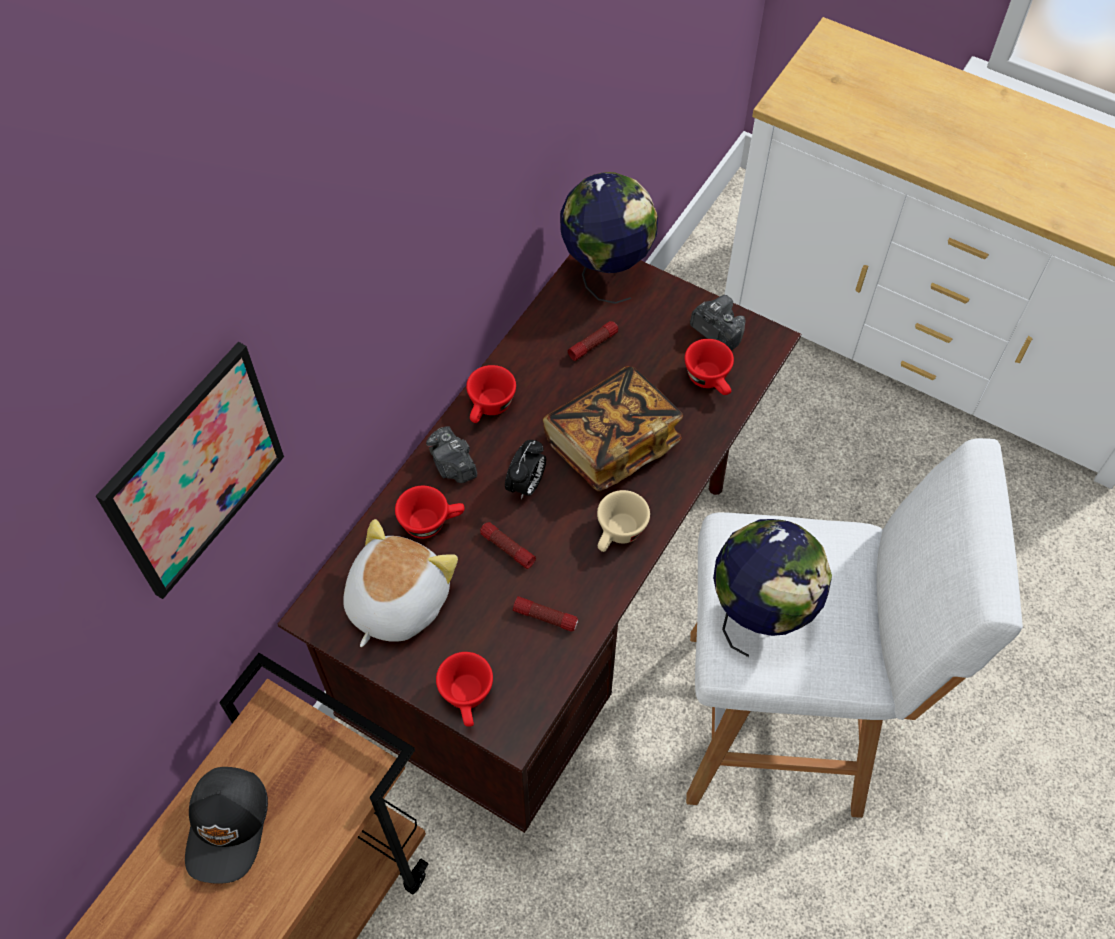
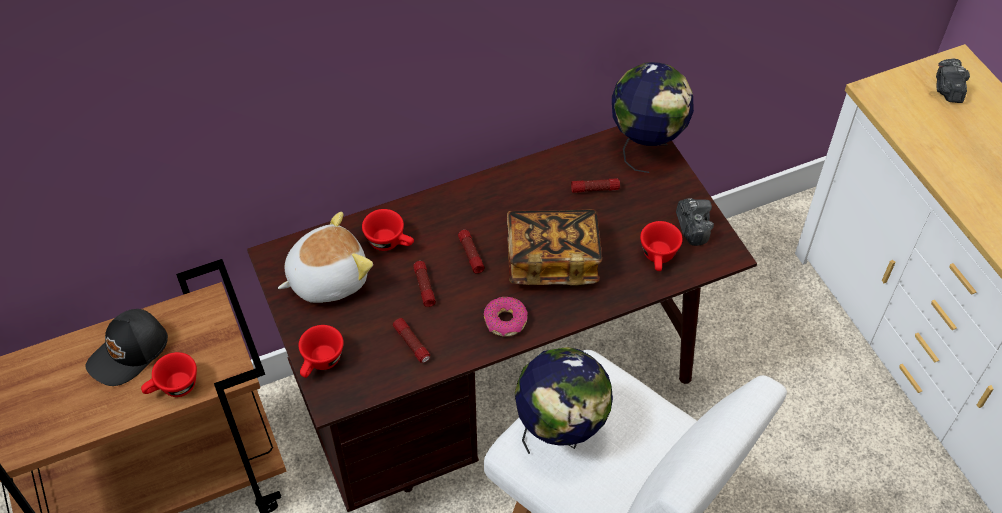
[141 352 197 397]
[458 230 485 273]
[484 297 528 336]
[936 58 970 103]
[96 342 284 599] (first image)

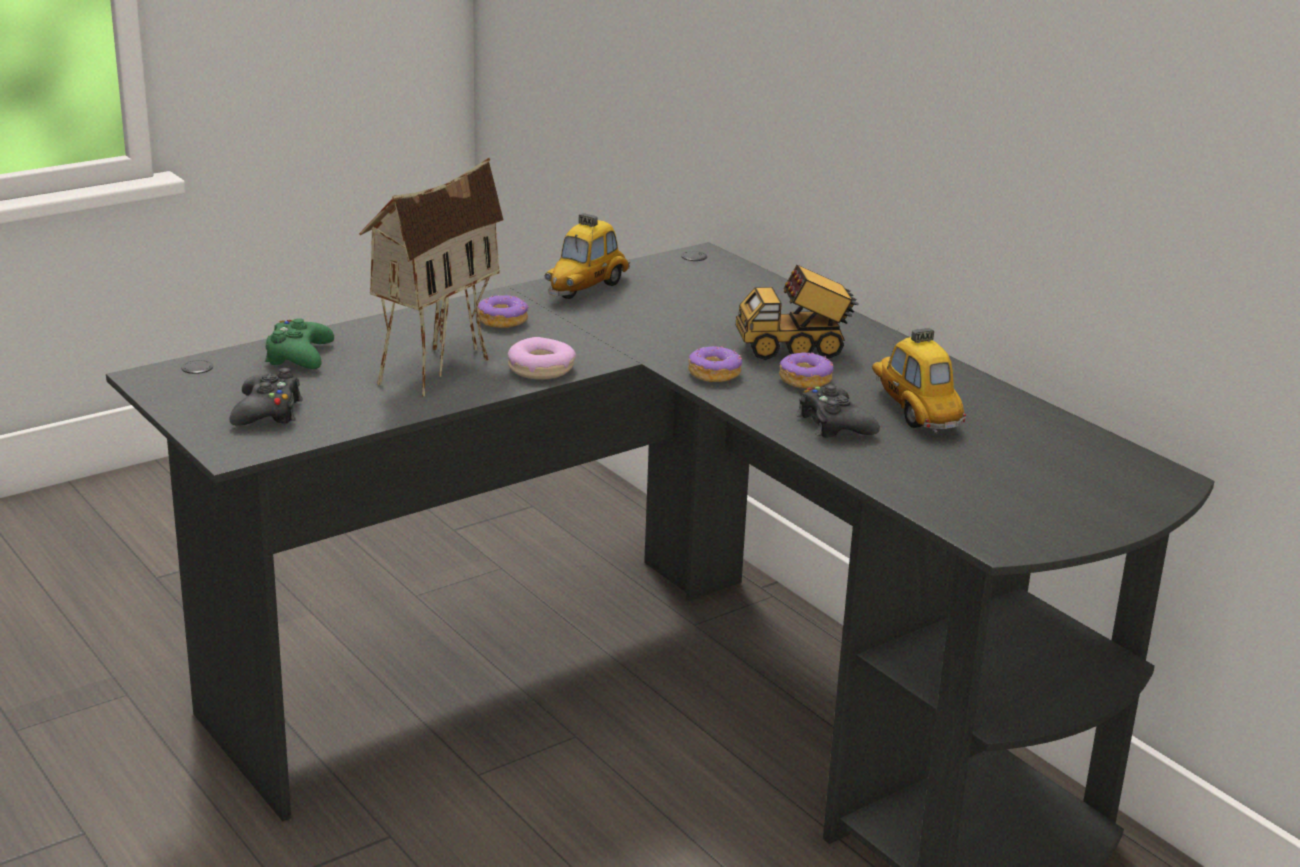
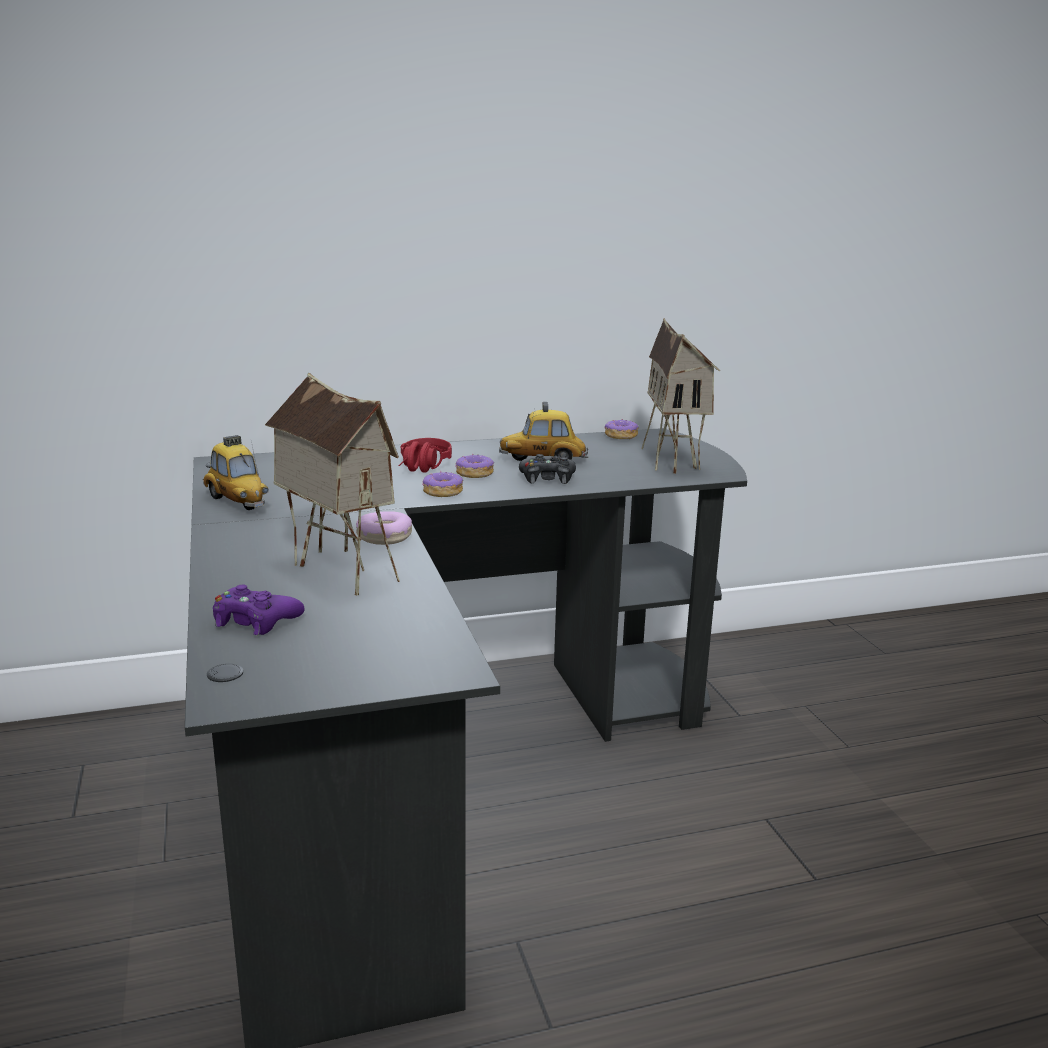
[213 585 304 635]
[398 438 452 473]
[604 419 639 439]
[642 318 720 474]
[229 368 303 426] (first image)

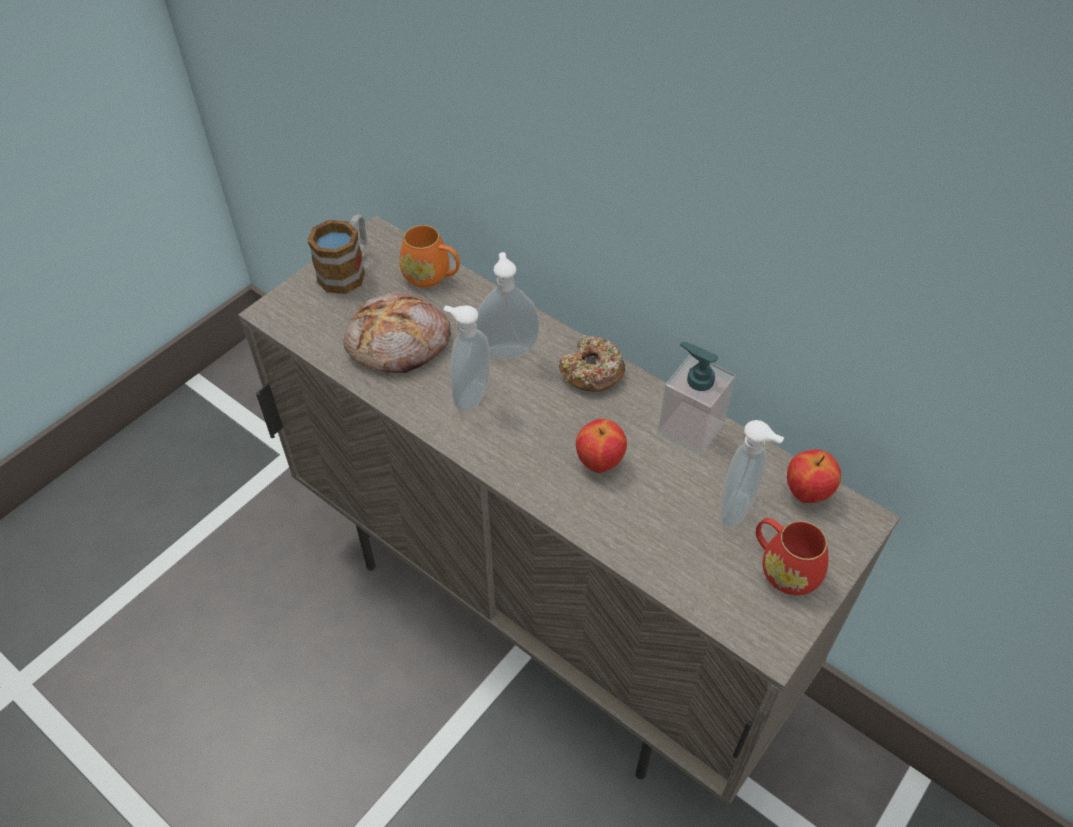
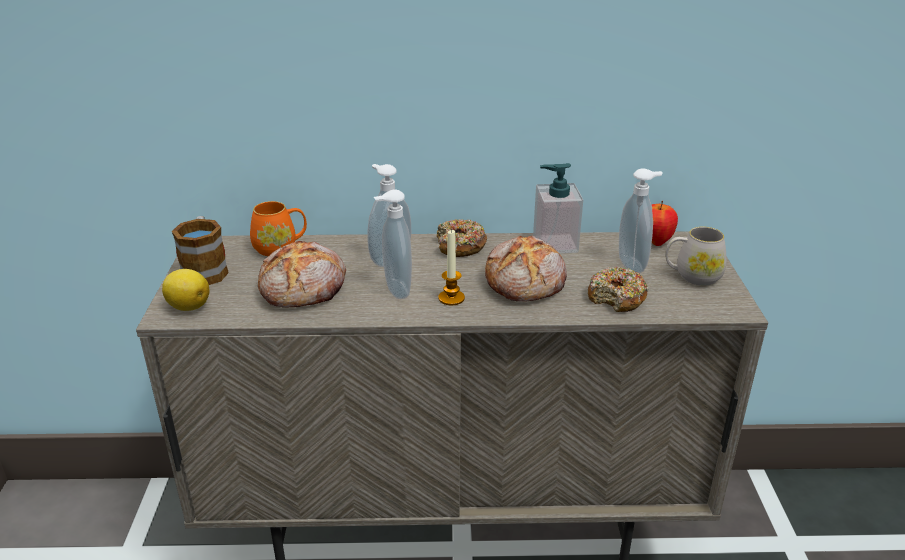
[162 269 210 311]
[438 229 465 305]
[485 236 567 301]
[588 266 649 312]
[665 227 727 286]

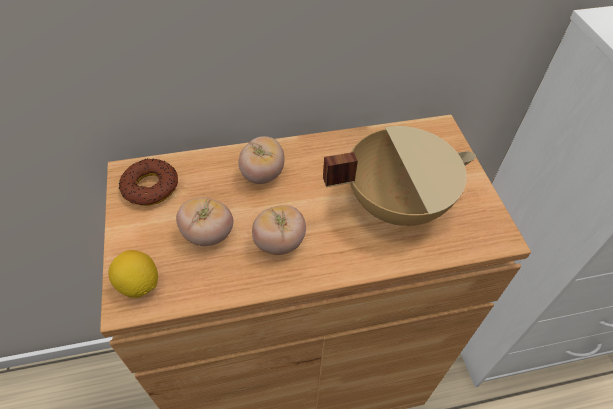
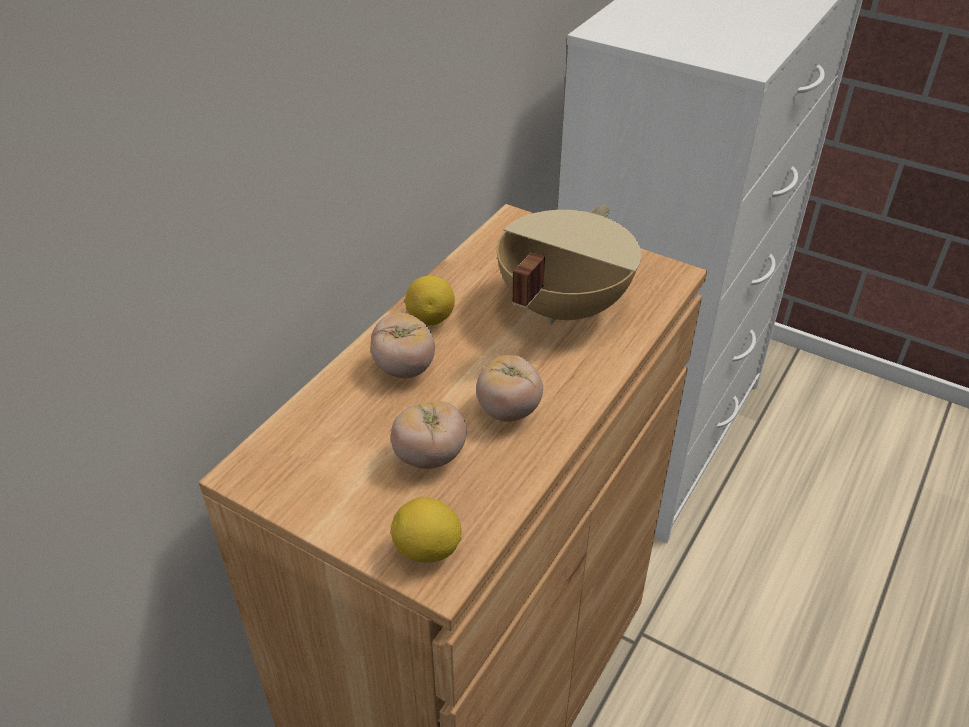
[405 276 455 326]
[119 158 178 206] (first image)

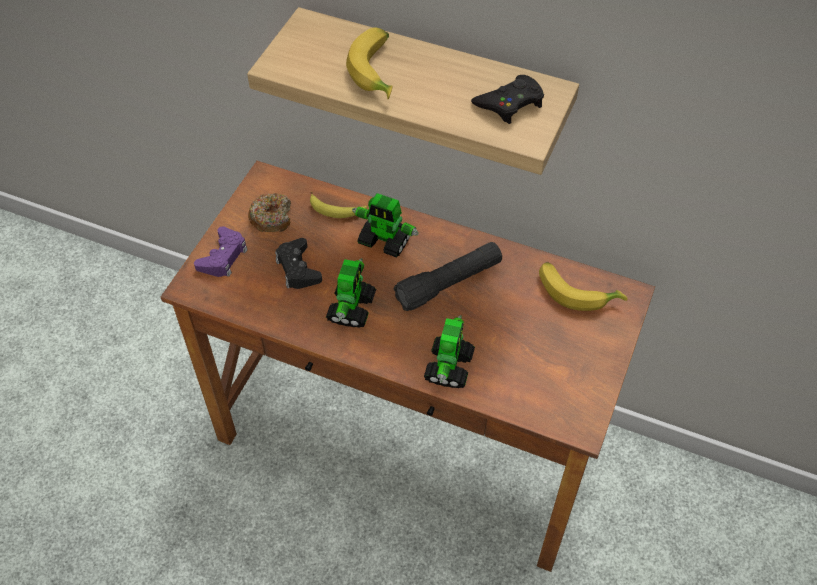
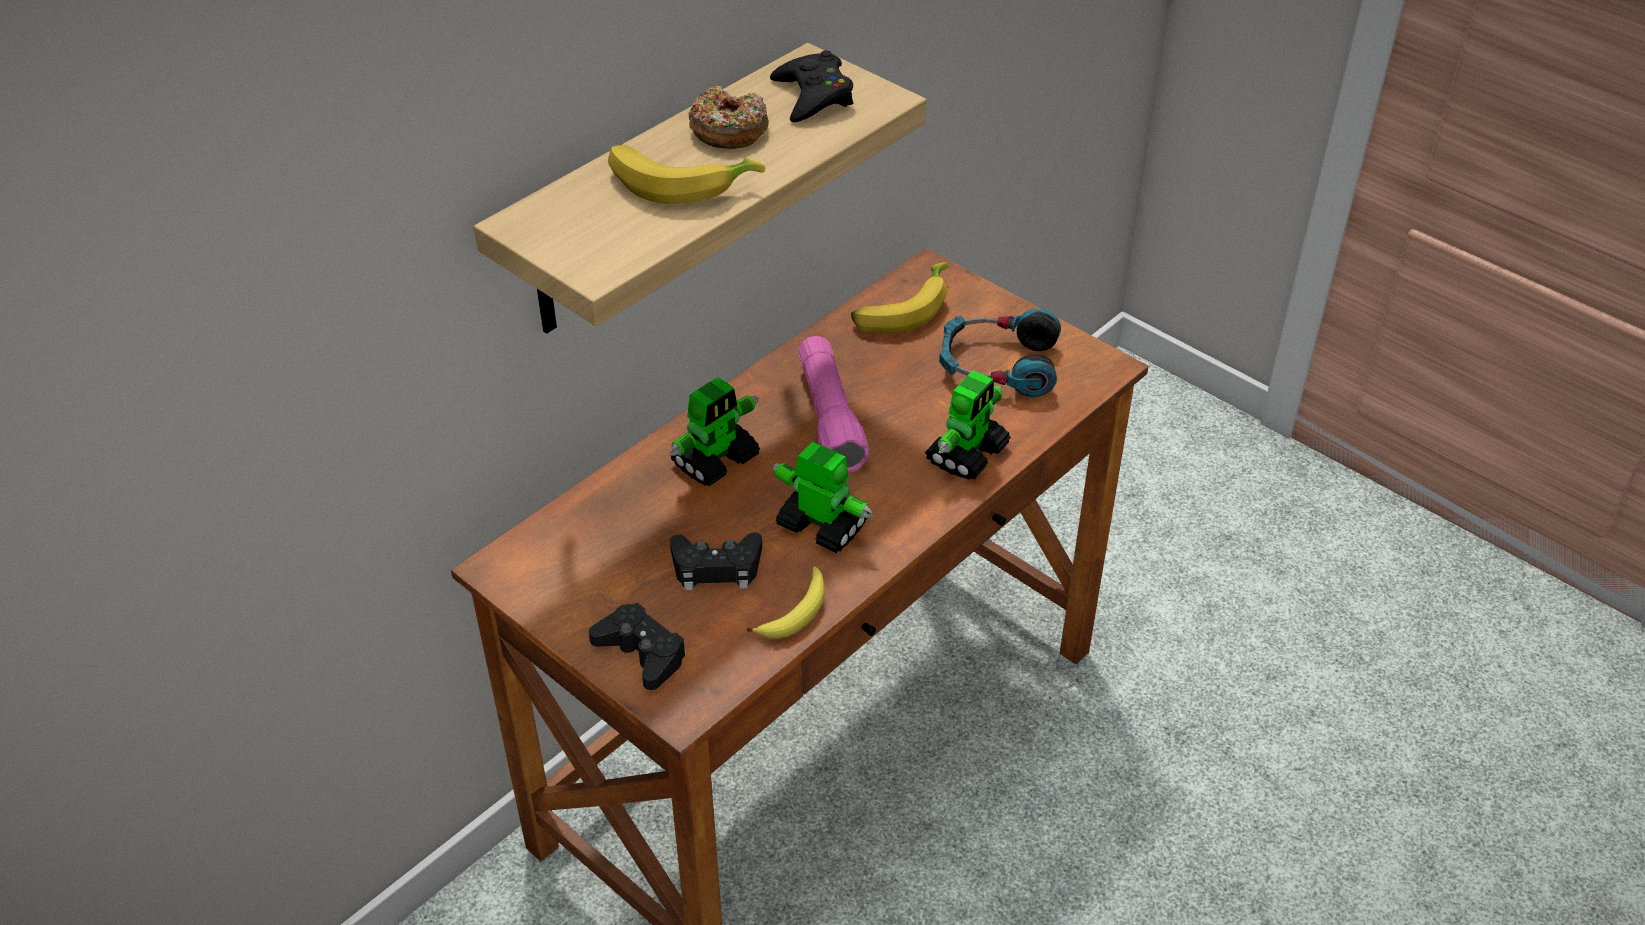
[589 603 686 690]
[688 86 769 149]
[747 567 825 638]
[798 336 869 472]
[925 370 1011 480]
[939 309 1061 397]

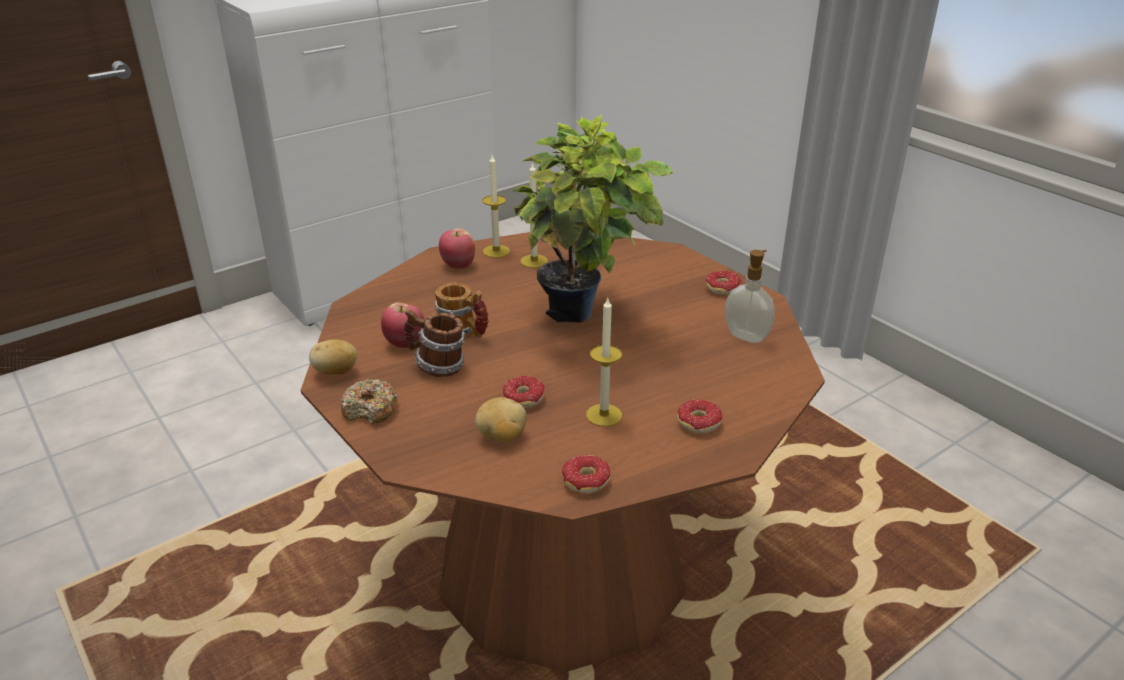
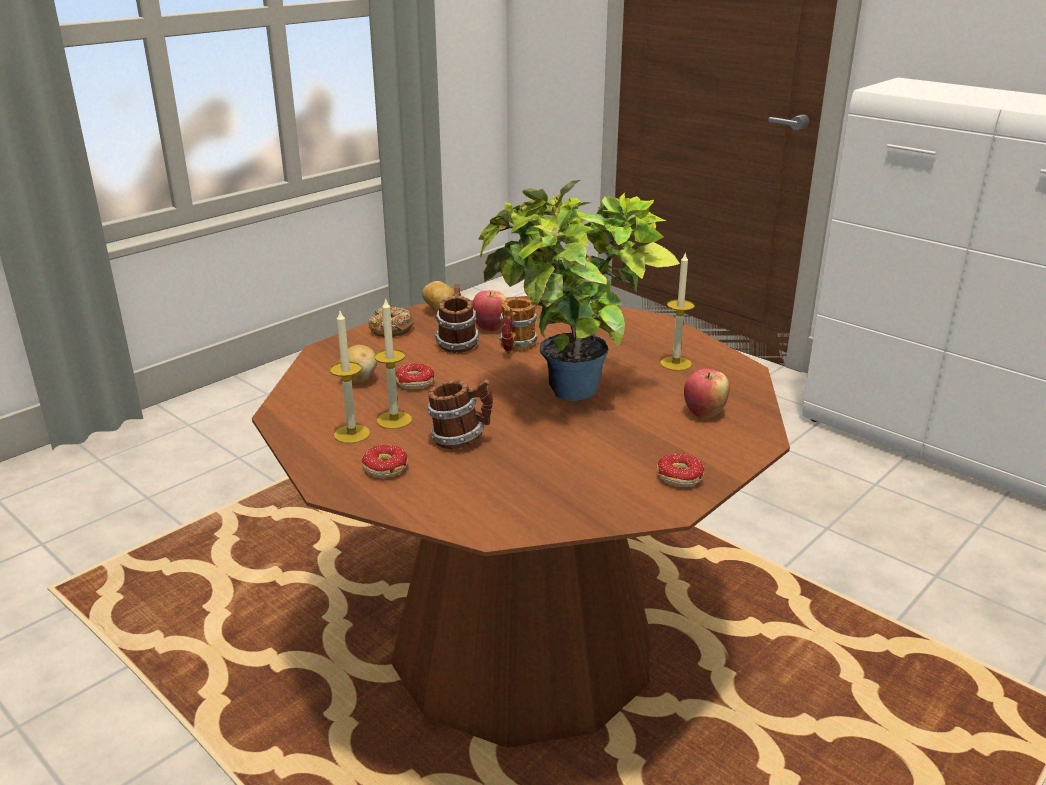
[330 311 370 444]
[428 379 493 449]
[684 369 730 419]
[562 455 626 494] (first image)
[725 250 775 343] (first image)

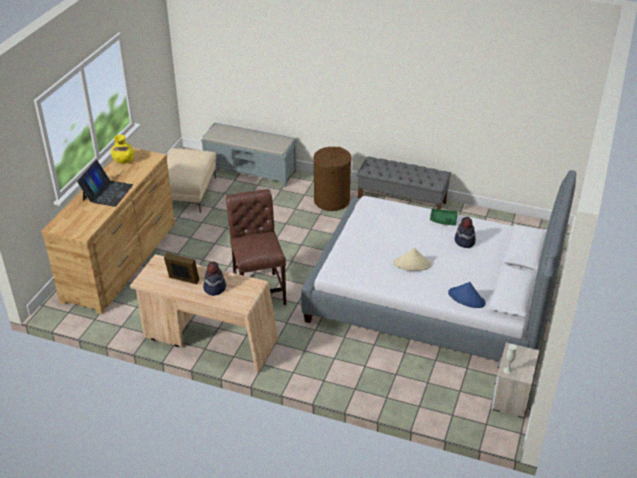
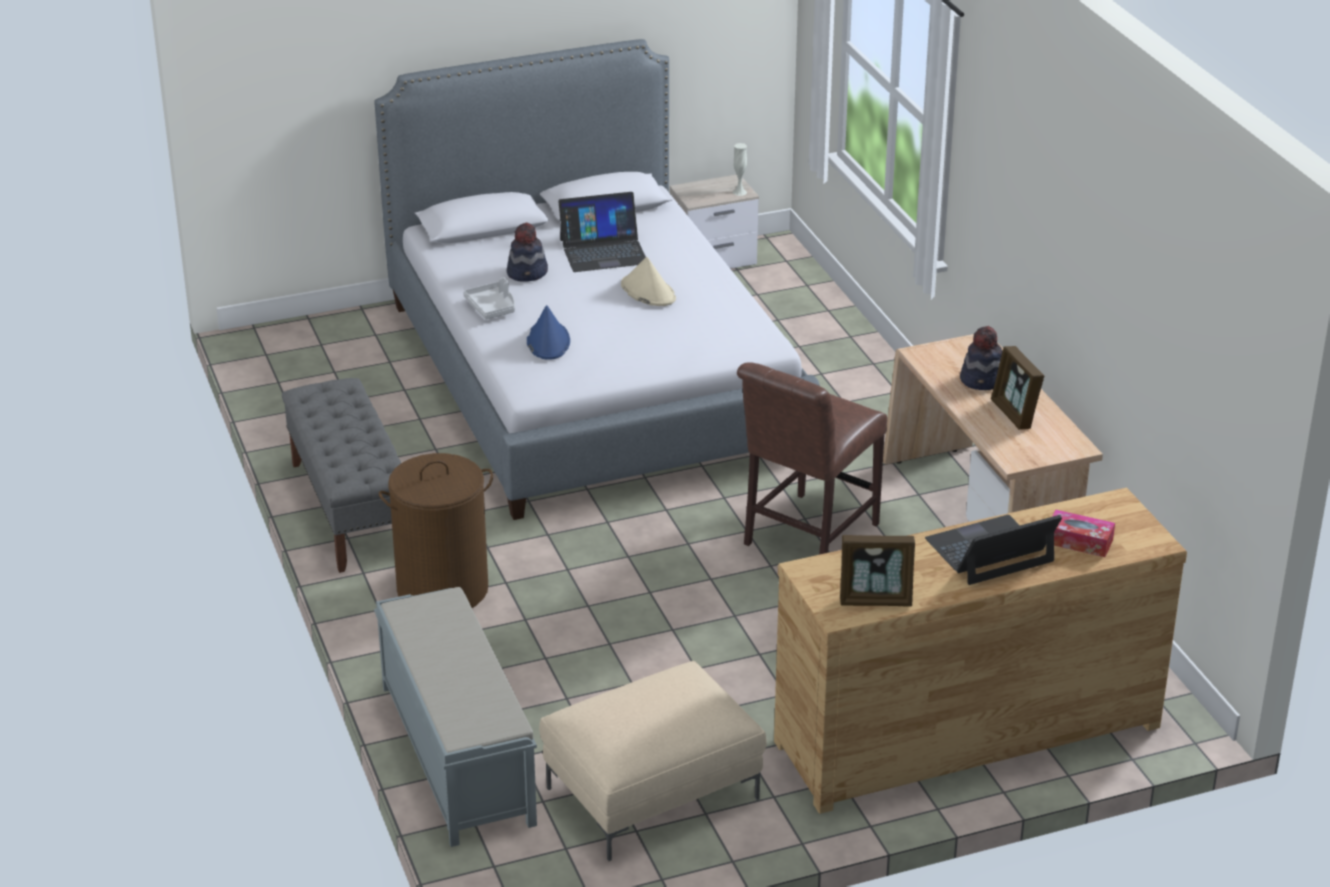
[463 277 515 319]
[527 305 570 360]
[558 192 646 272]
[840 535 915 607]
[1052 510 1115 557]

